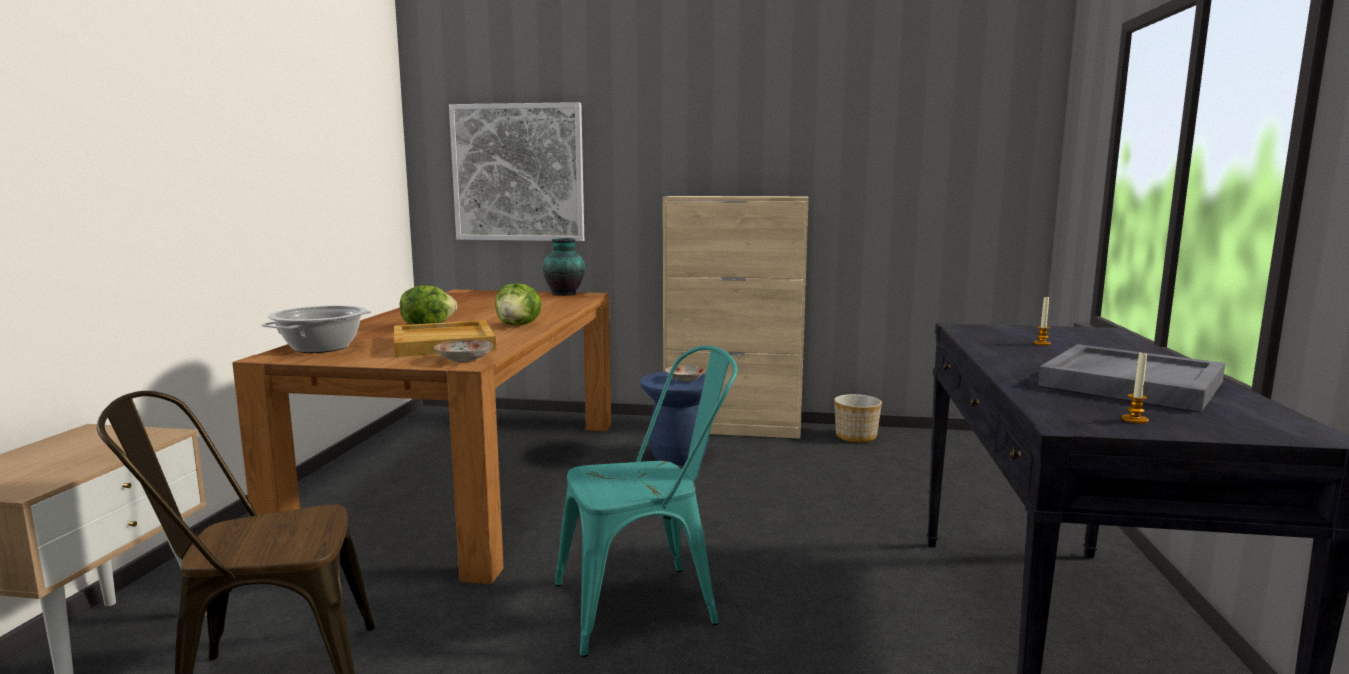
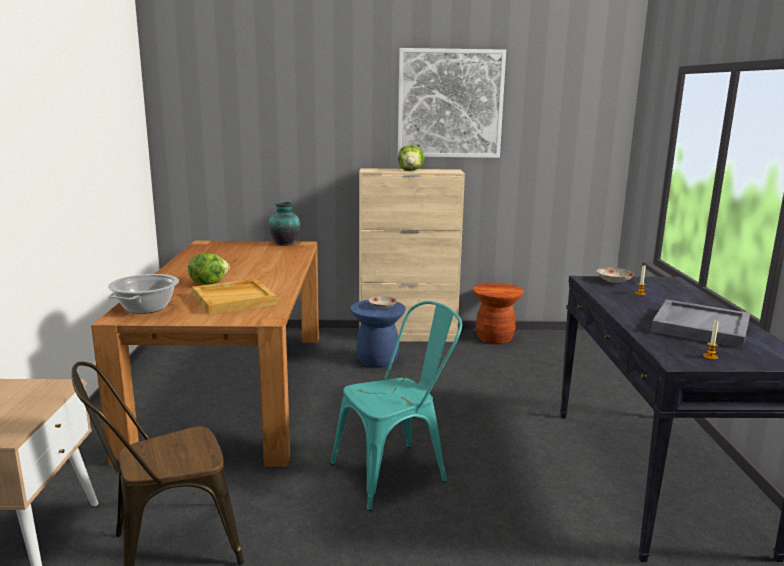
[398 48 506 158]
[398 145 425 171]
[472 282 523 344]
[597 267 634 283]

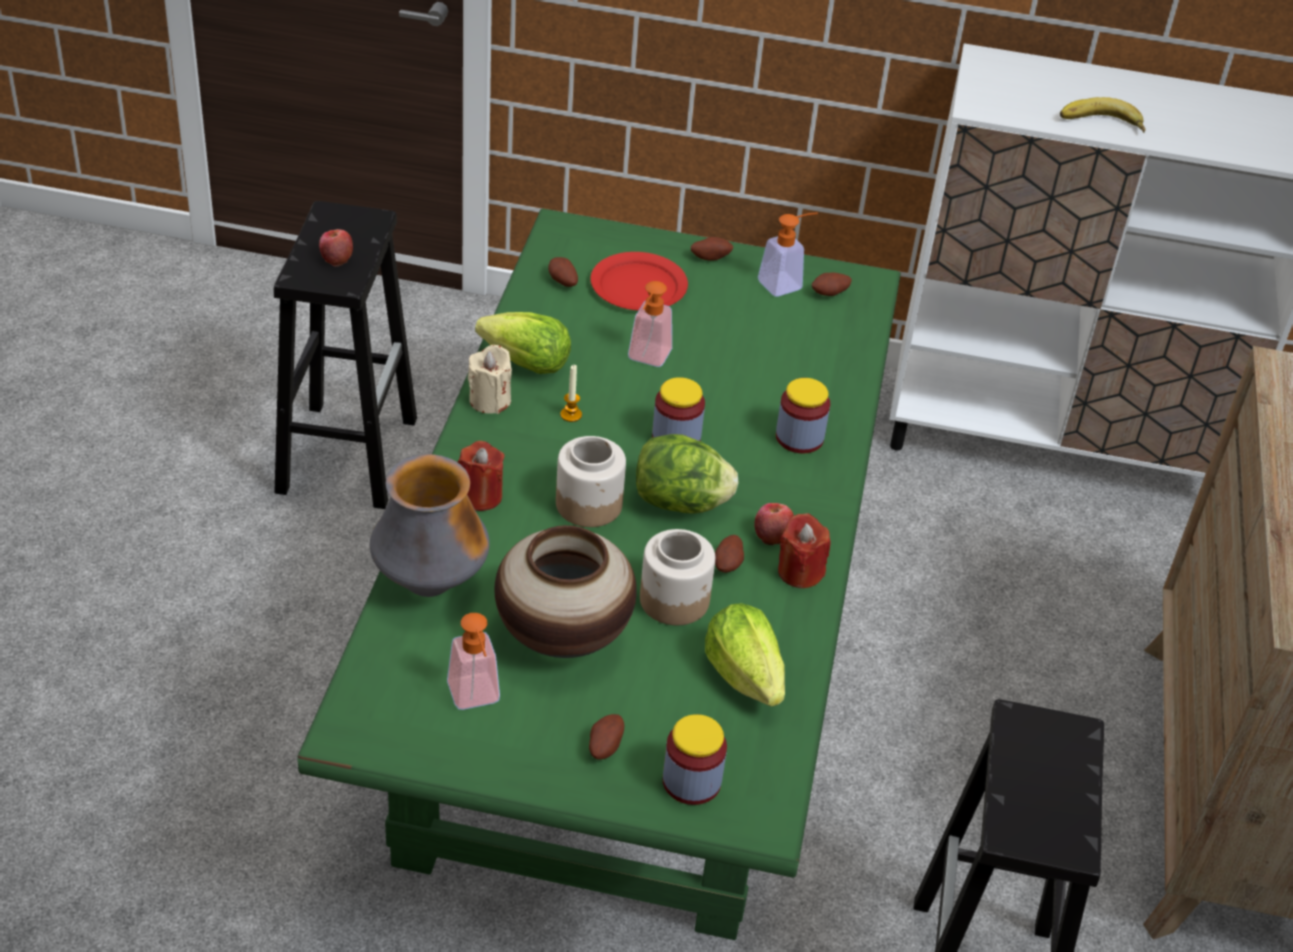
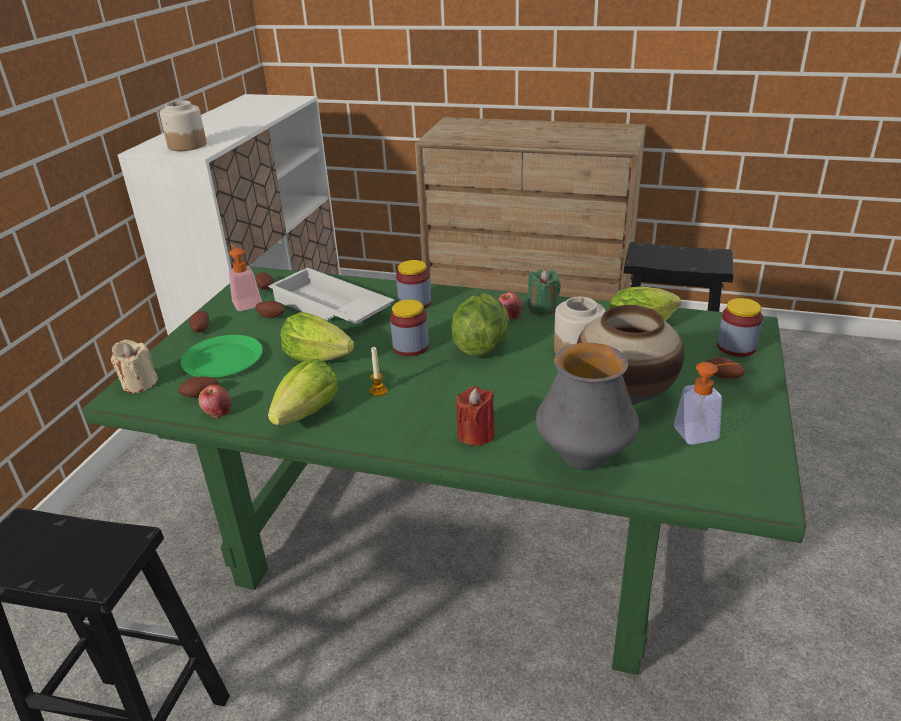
[111 340 158 393]
[160 100 207 151]
[181 335 263 378]
[199 384 231 418]
[256 301 285 318]
[268 268 395 324]
[280 312 354 361]
[527 270 561 315]
[1060 97 1145 133] (first image)

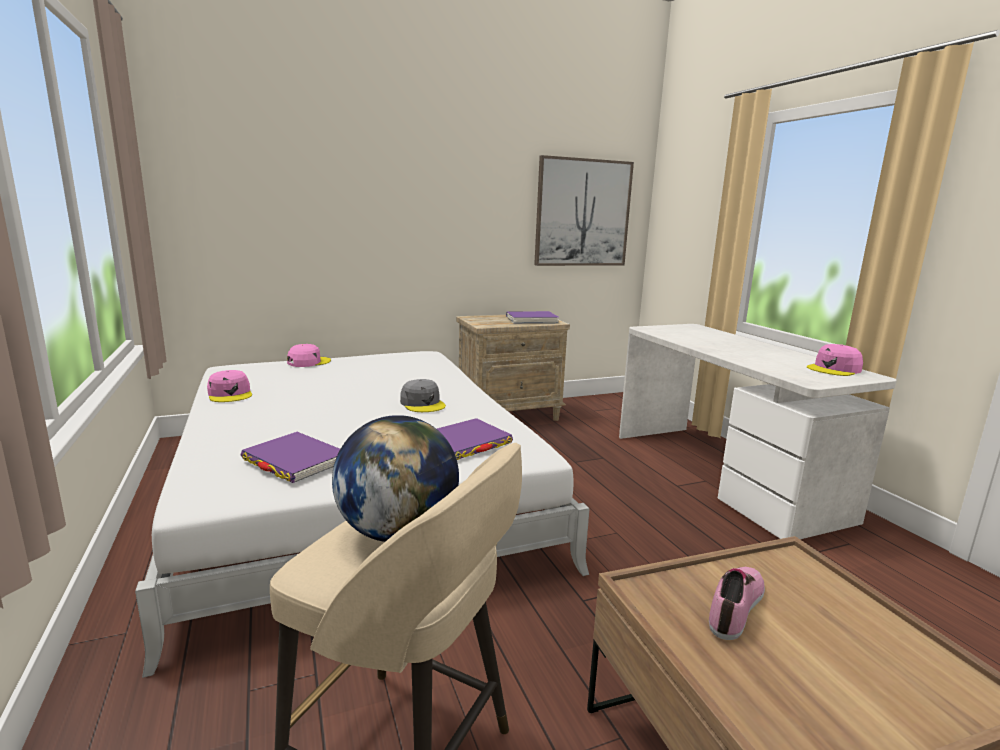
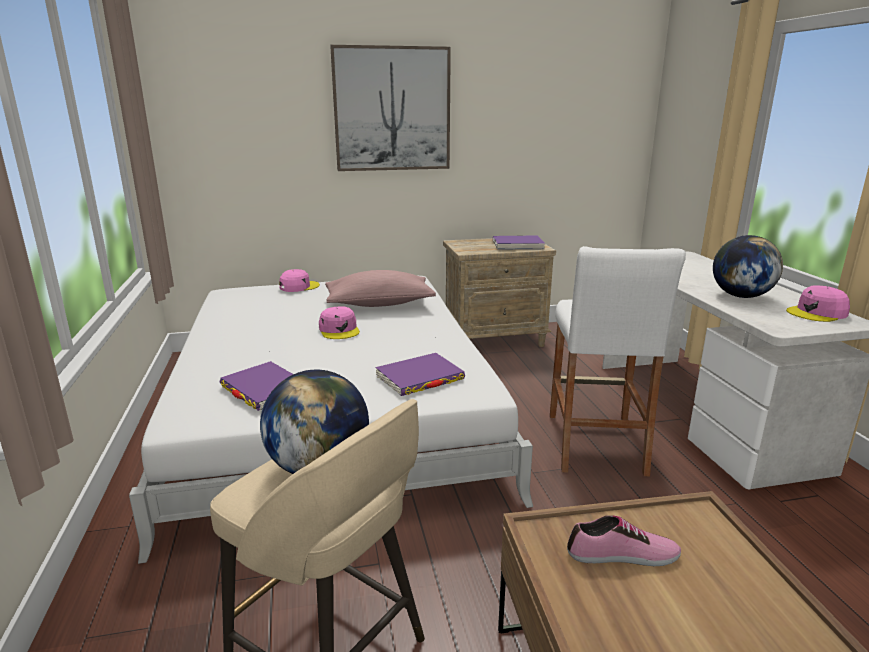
[319 306 360 339]
[325 270 436 307]
[330 45 451 171]
[550 246 686 477]
[567 515 681 566]
[713 235 783 298]
[400 379 446 412] (first image)

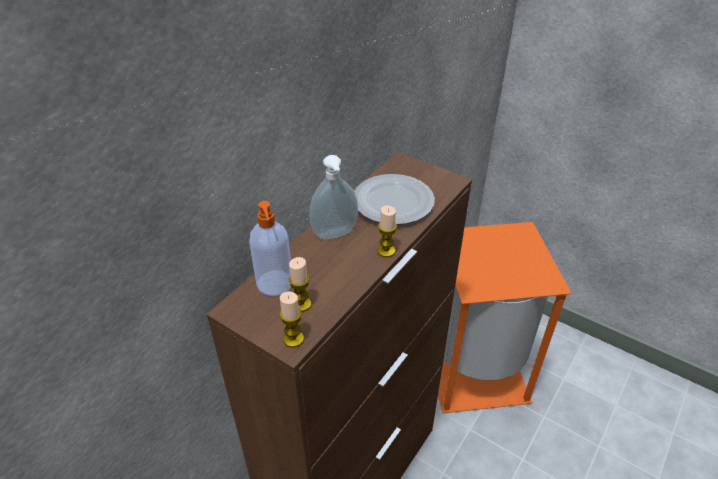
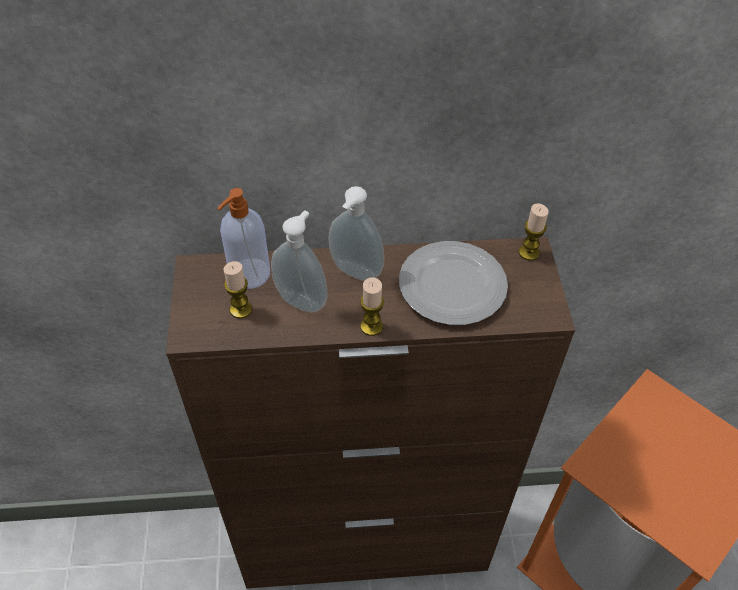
[271 210 327 313]
[519 203 549 261]

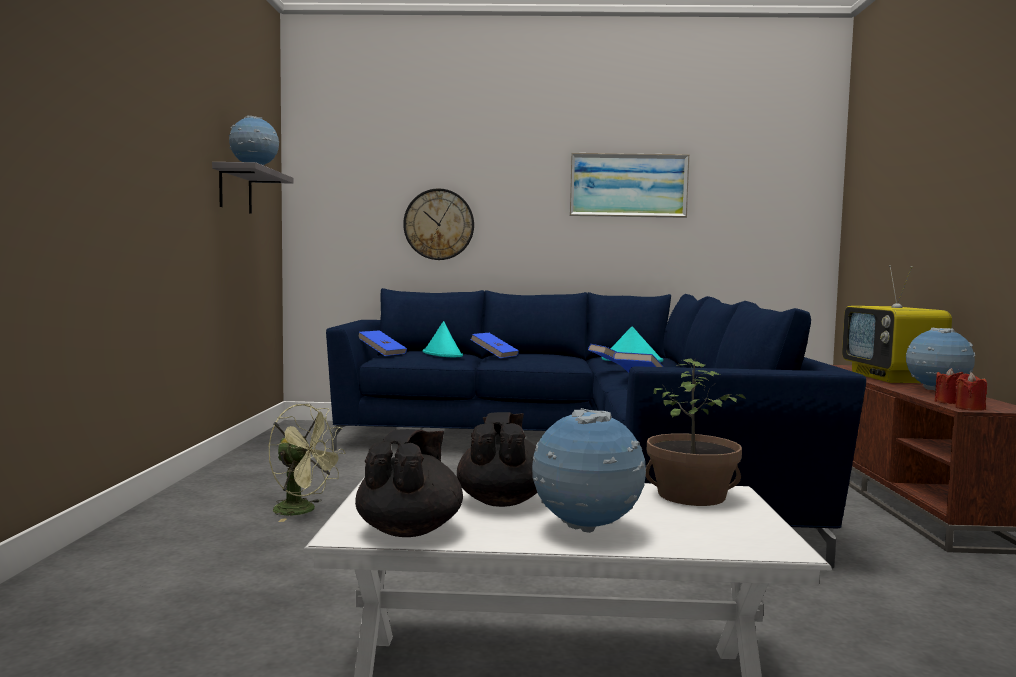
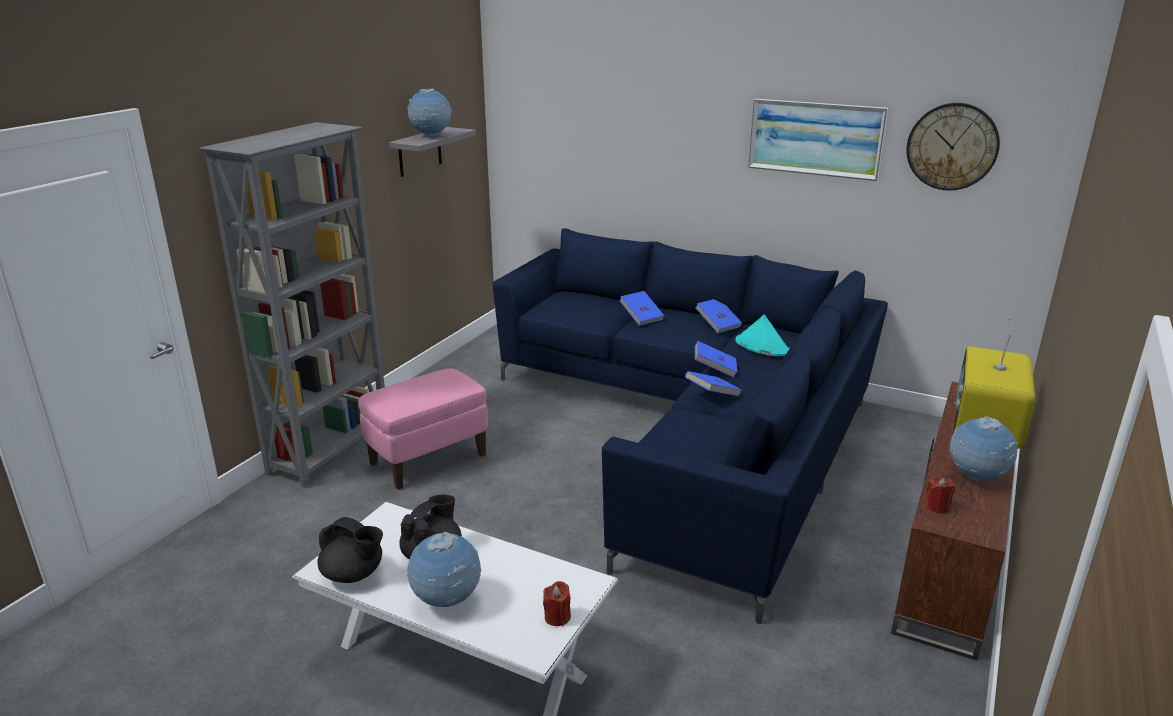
[199 122 385 488]
[318 517 383 583]
[358 368 488 489]
[543 581 571 626]
[695 299 742 333]
[906 103 1000 191]
[422 321 463 357] (first image)
[646 358 747 506] (first image)

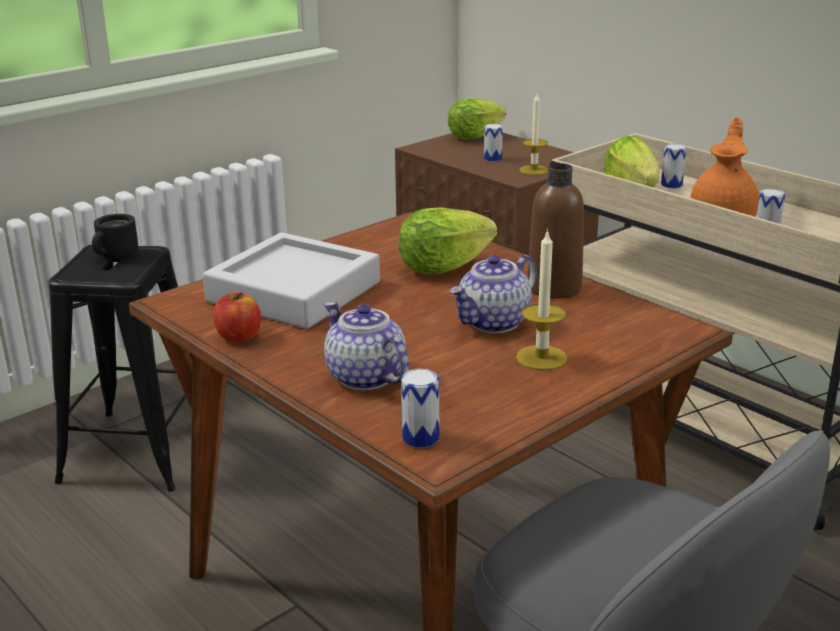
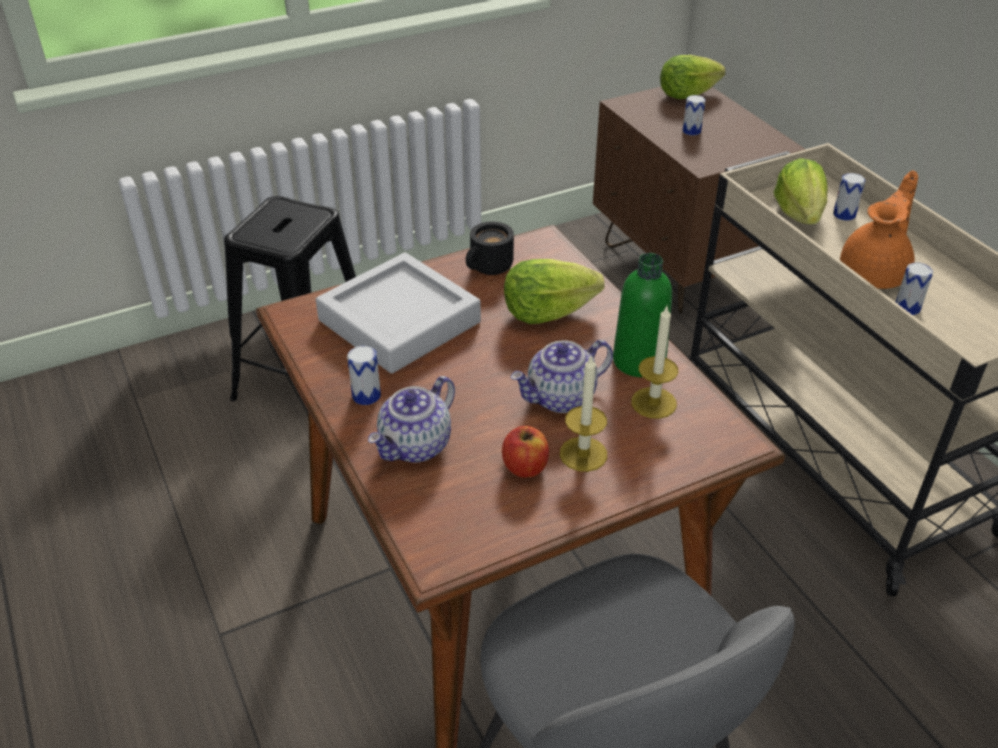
[347 346 381 405]
[368 376 455 463]
[466 222 514 275]
[502 426 549 478]
[613 253 672 377]
[631 306 678 419]

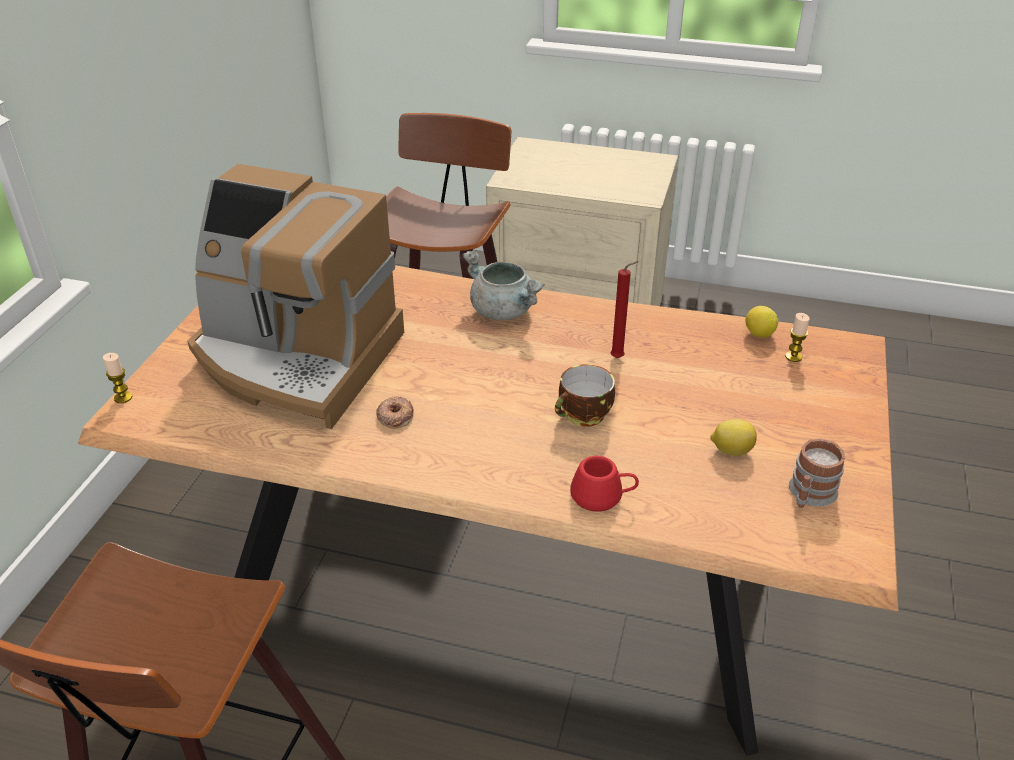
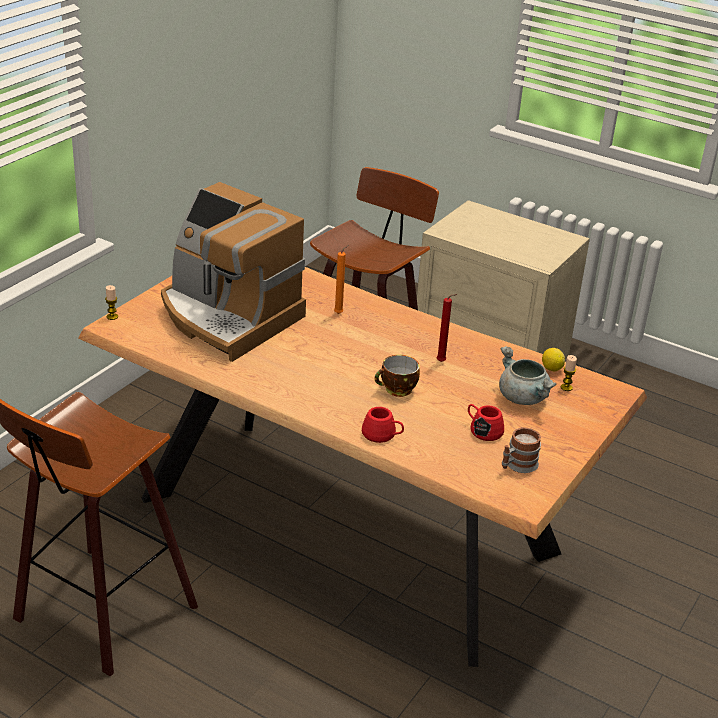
[334 245 349 314]
[468 404 504 441]
[499 346 557 405]
[376 396 414 429] (first image)

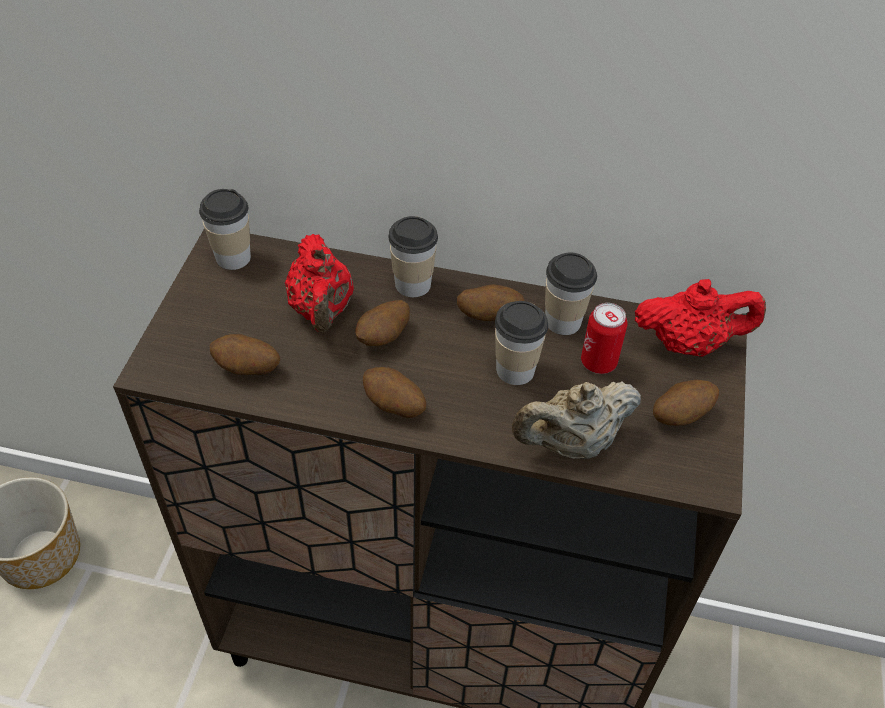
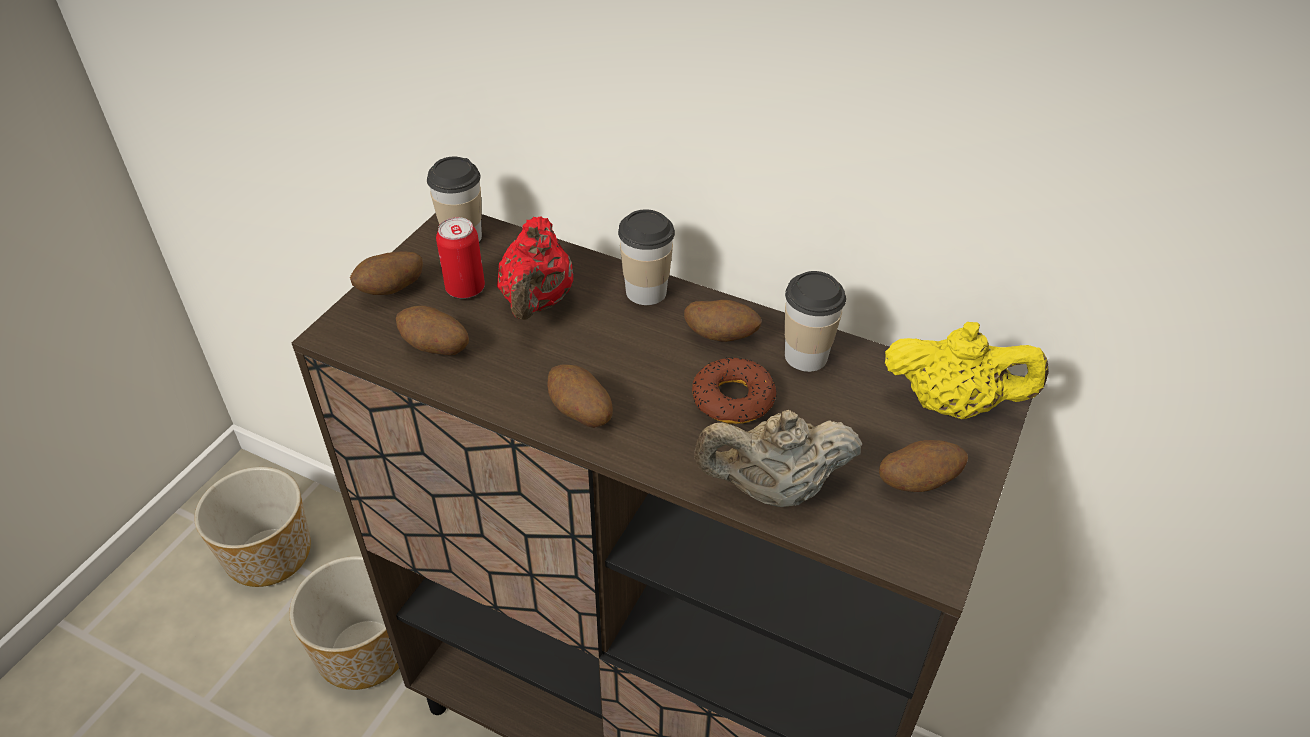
[289 556 399 690]
[350 251 423 295]
[436 217 485 299]
[692 357 777 424]
[885 322 1049 419]

